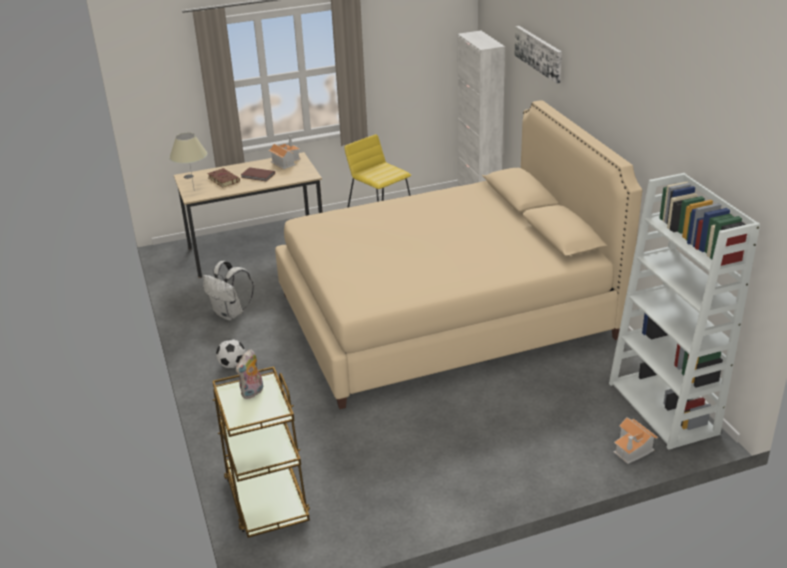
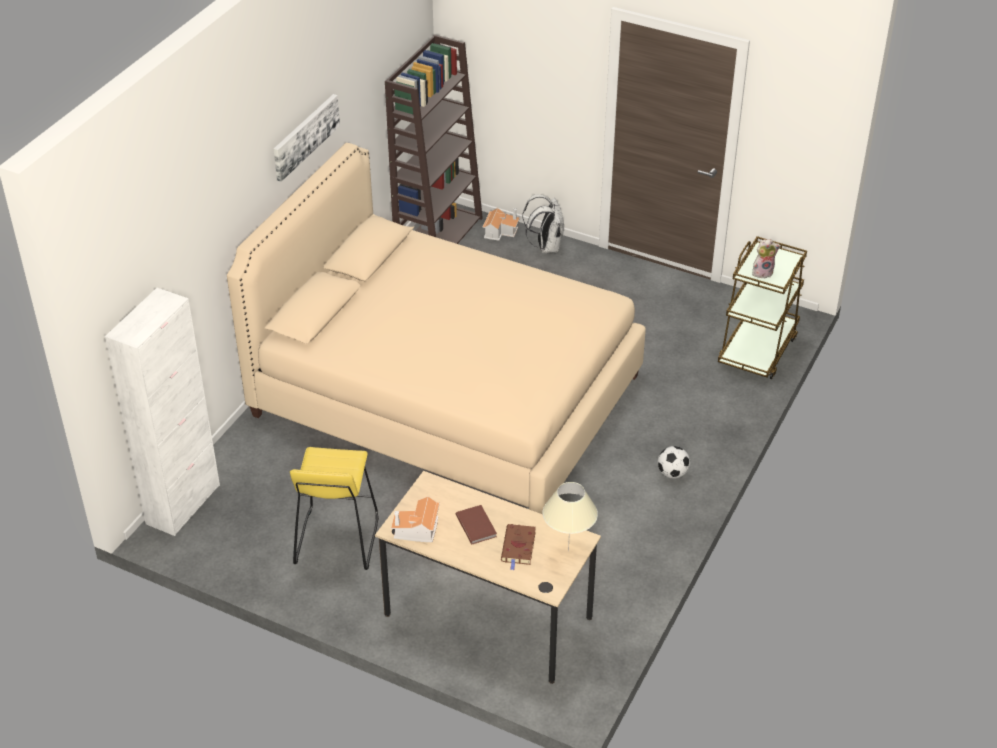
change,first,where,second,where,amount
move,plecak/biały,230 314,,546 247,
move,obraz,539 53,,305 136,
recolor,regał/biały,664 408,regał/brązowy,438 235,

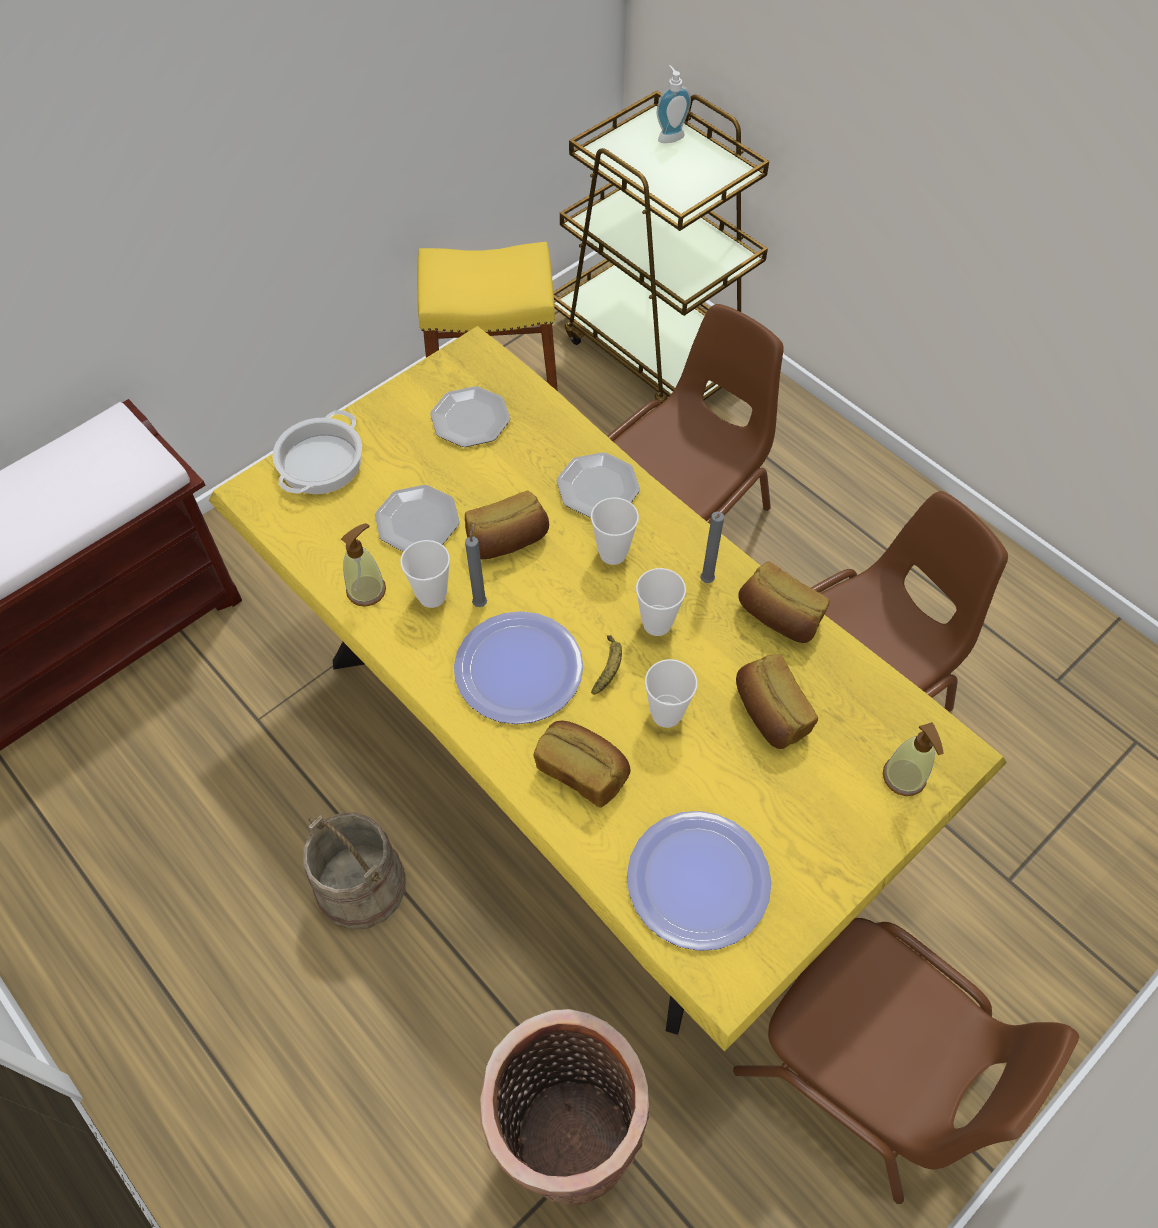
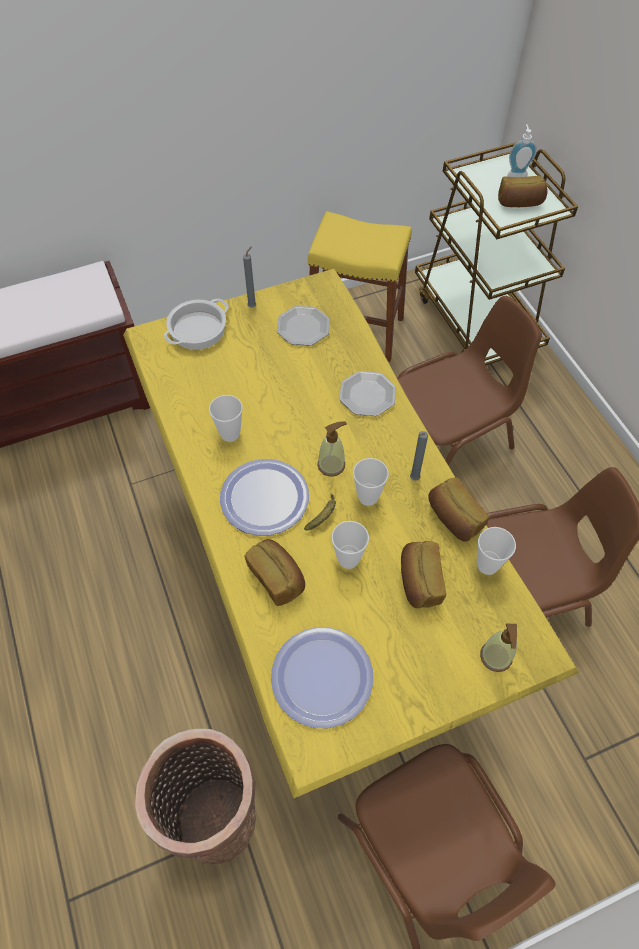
change,first,where,second,where,amount
delete,wiadro/beżowy,360 886,,,
delete,talerz,417 522,,,
move,dozownik mydła,366 590,,331 465,
move,chleb,508 541,,519 203,
move,świeca/szary,481 602,,253 306,
move,filiżanka,613 553,,487 565,

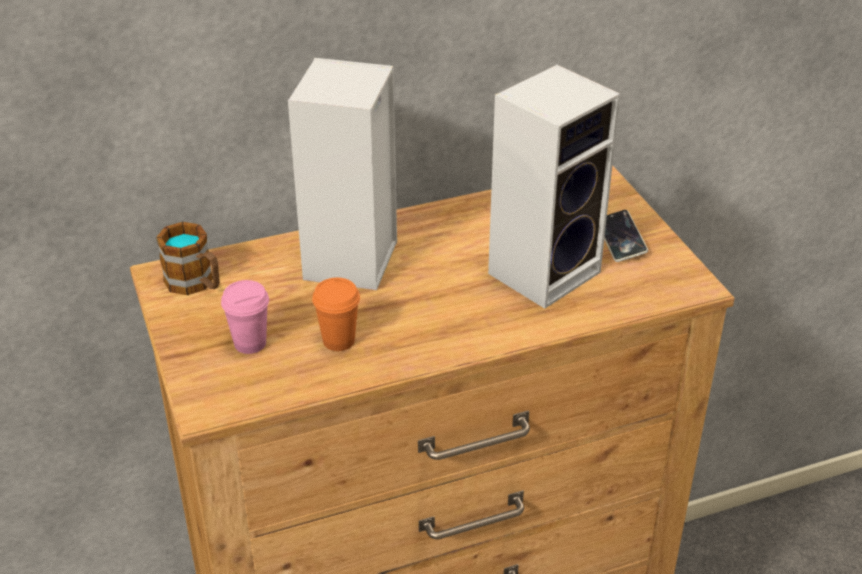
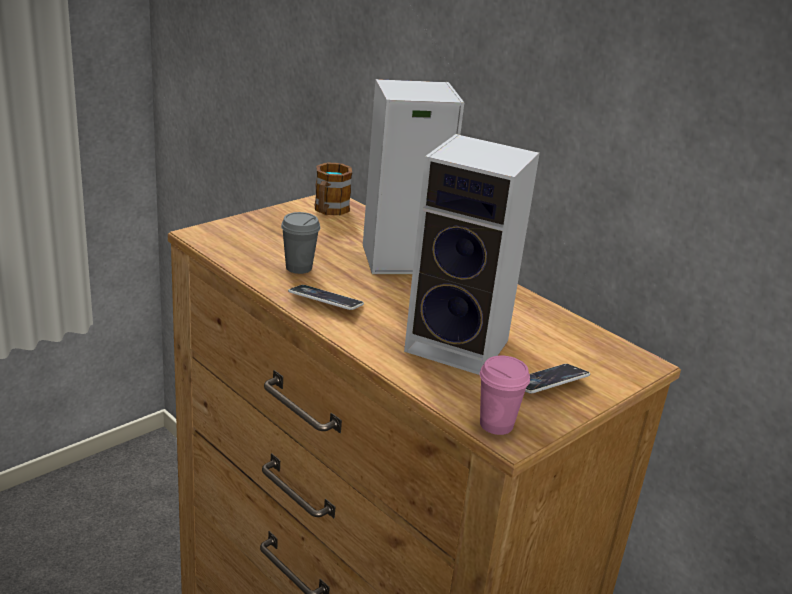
change,first,where,second,where,amount
insert,,,telefon,325 302,
move,filiżanka/różowy,250 343,,496 425,
recolor,filiżanka/pomarańczowy,338 341,filiżanka/szary,299 267,

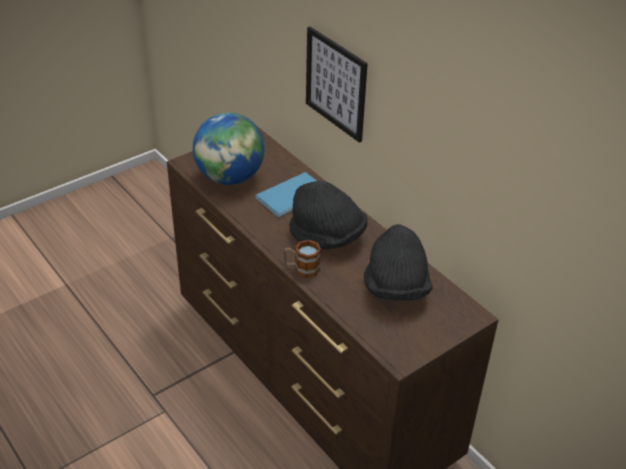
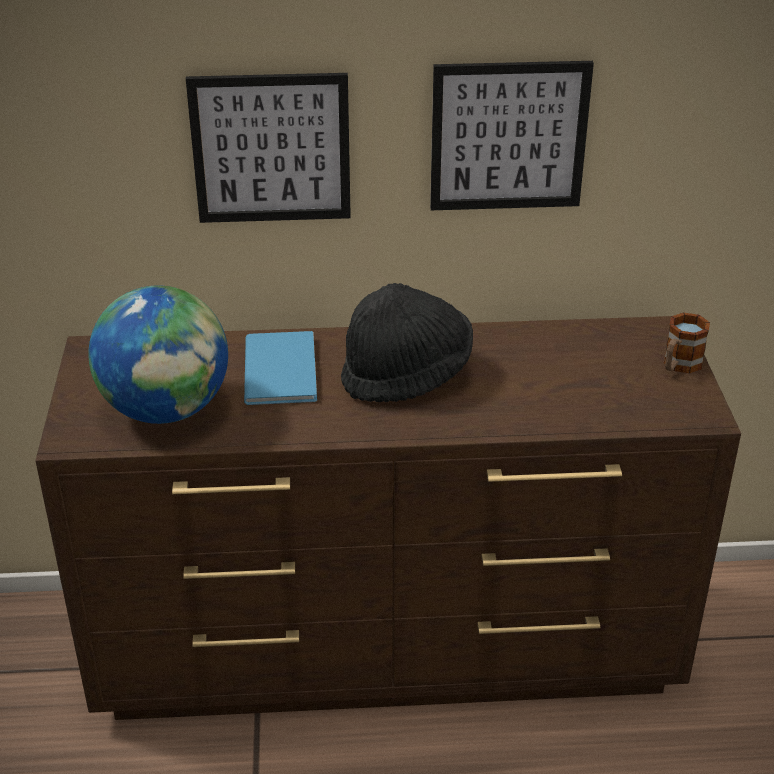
change,first,where,second,where,amount
delete,kapelusz/czarny,396 288,,,
insert,,,obraz,508 136,
move,kubek,301 268,,678 365,

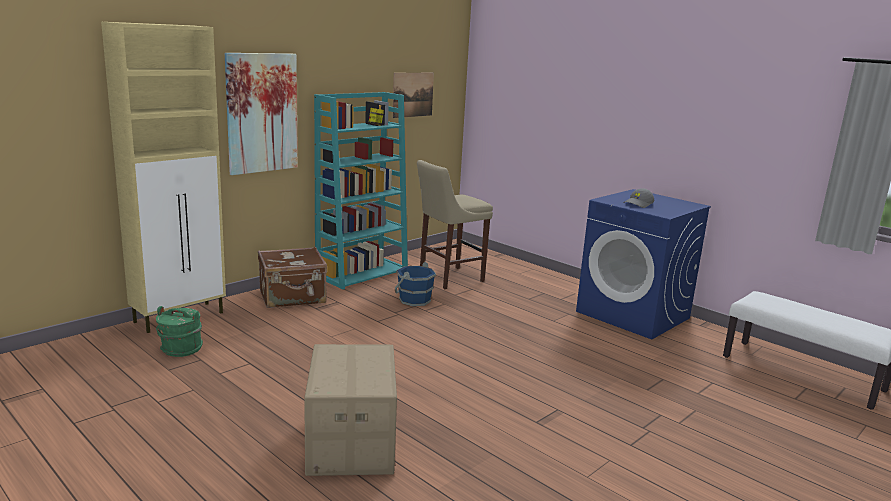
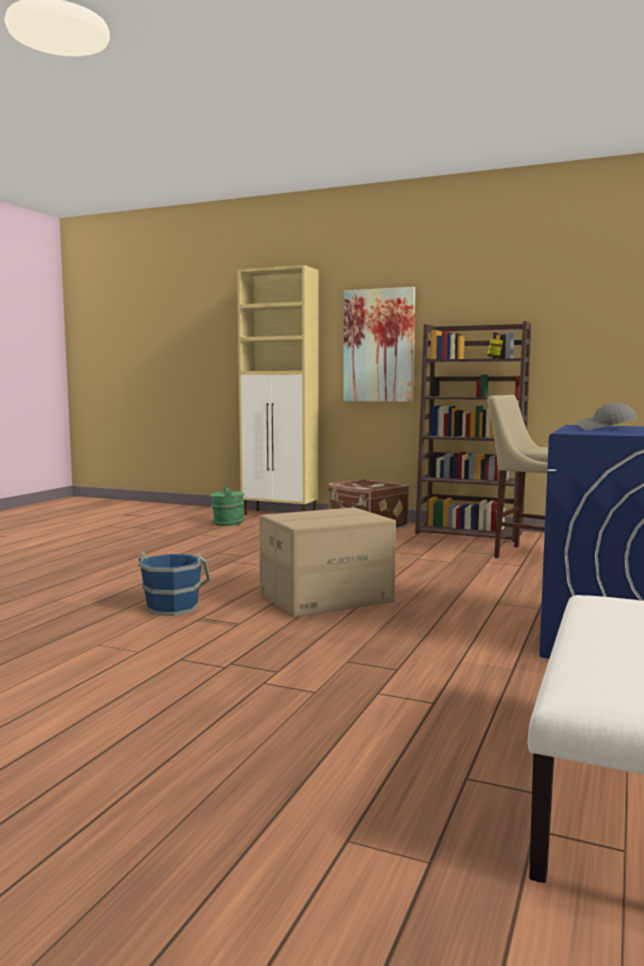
change,first,where,second,where,amount
delete,obraz,413 94,,,
move,karton,350 442,,326 598,
move,wiadro/niebieski,414 300,,172 607,
recolor,regał/turkusowy,362 273,regał/brązowy,470 532,

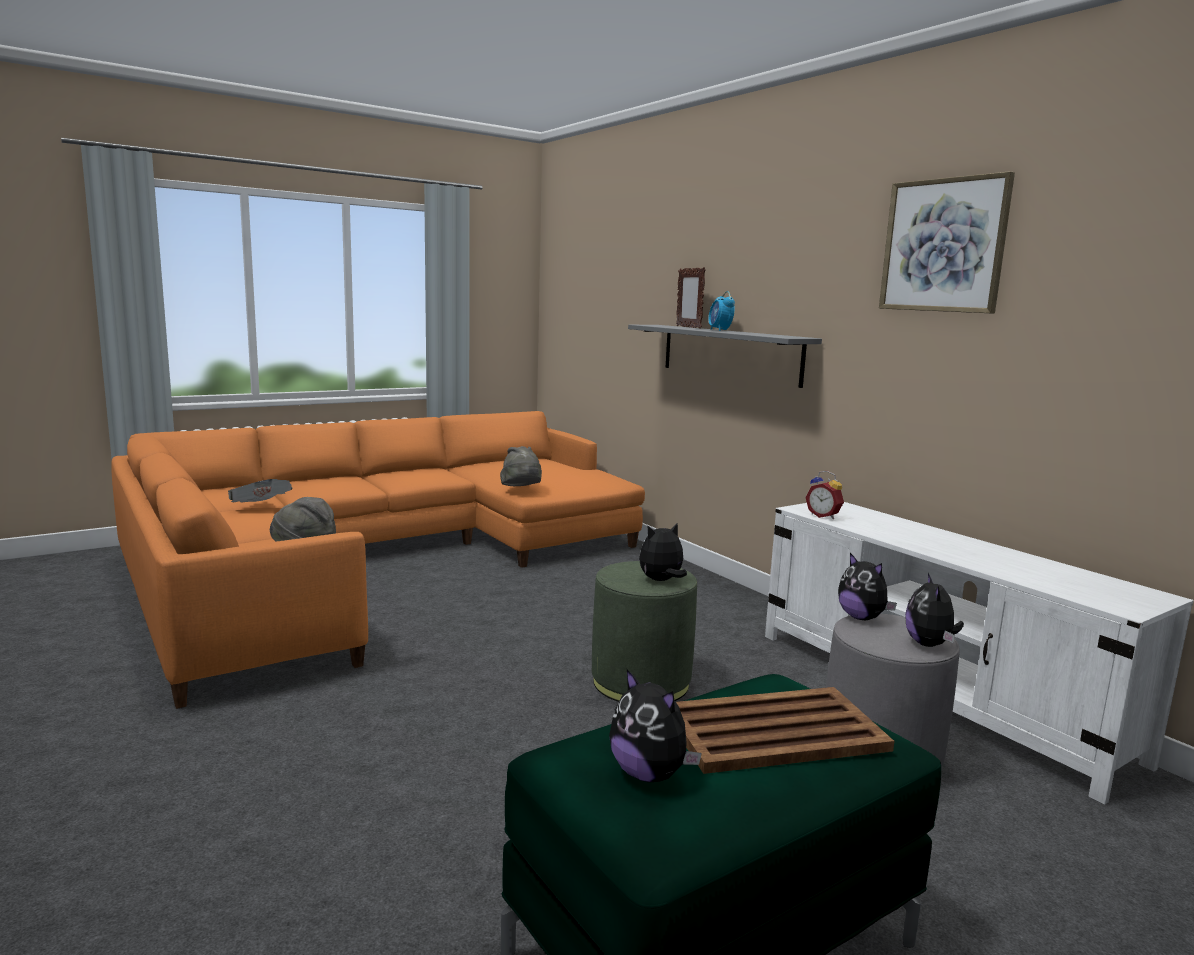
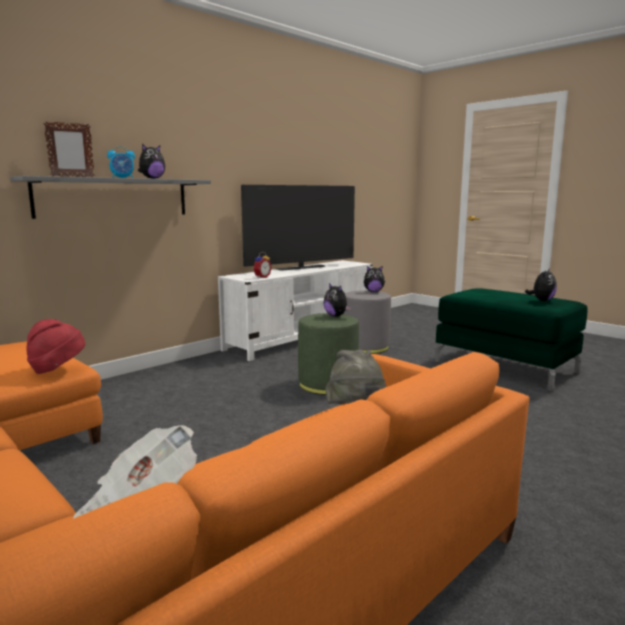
change,first,where,second,where,amount
delete,taca/brązowy,772 731,,,
delete,obraz,943 245,,,
insert,,,telewizor,301 268,
move,pluszak,862 617,,152 178,
recolor,kapelusz/szary,521 490,kapelusz/czerwony,57 369,

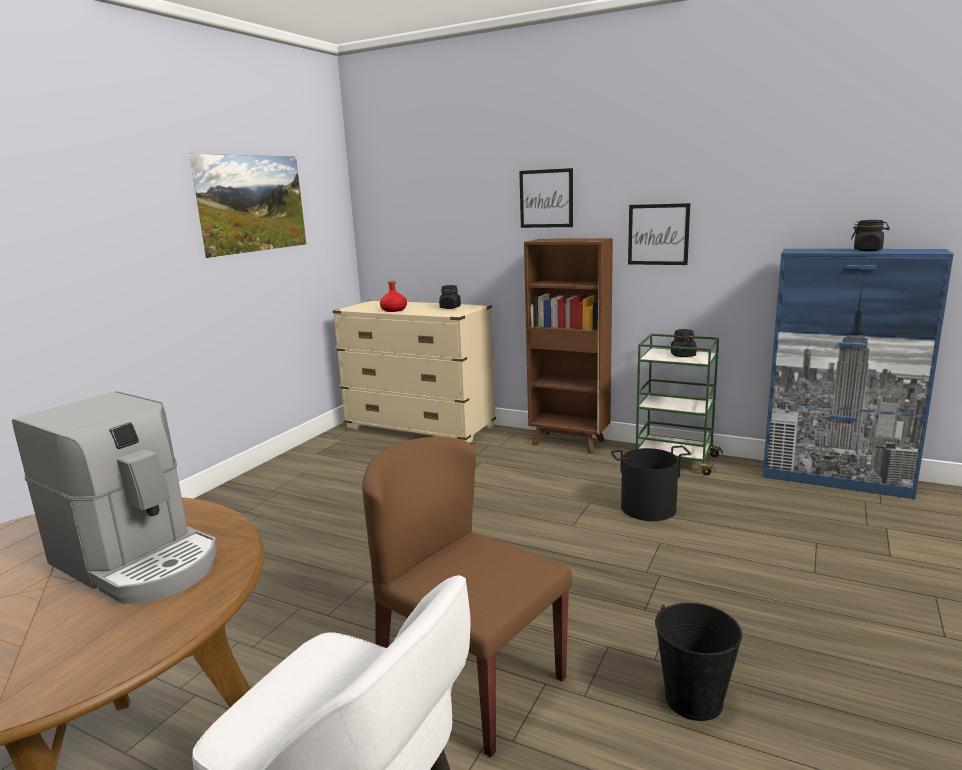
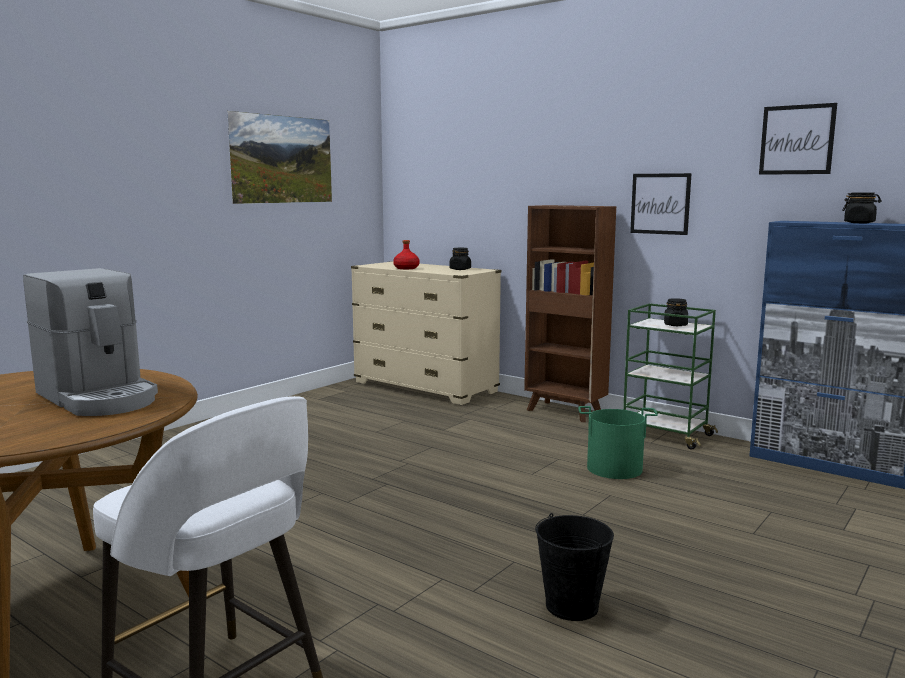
change,first,where,second,where,amount
delete,krzesło/brązowy,469 681,,,
move,obraz,546 198,,797 140,
recolor,wiadro/czarny,648 508,wiadro/zielony,614 469,

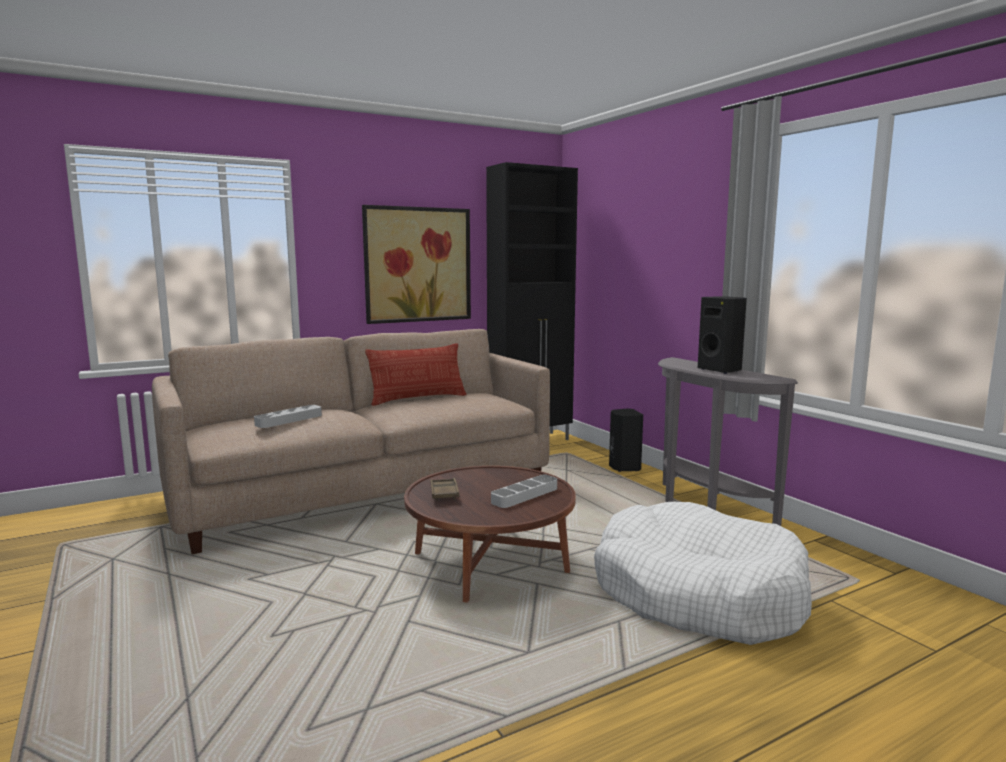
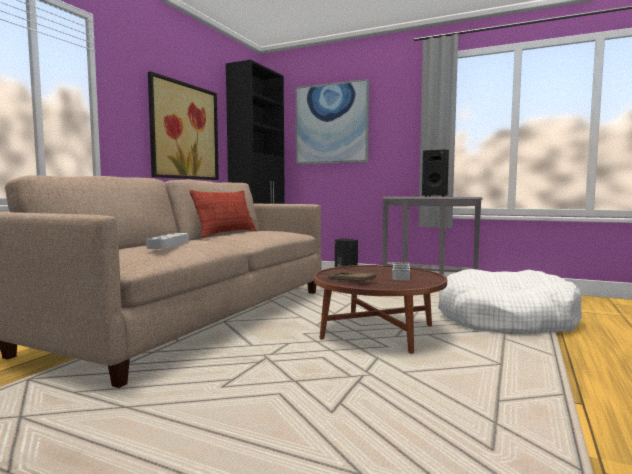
change,first,where,second,where,amount
insert,,,obraz,331 124,

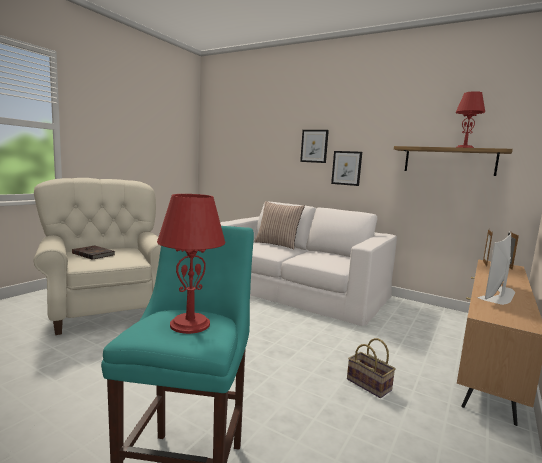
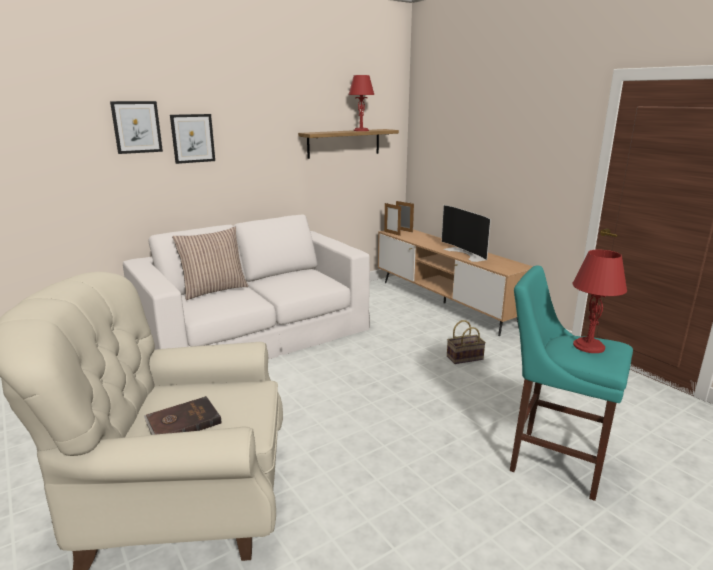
change,first,where,second,where,amount
move,obraz,346 168,,137 127,

